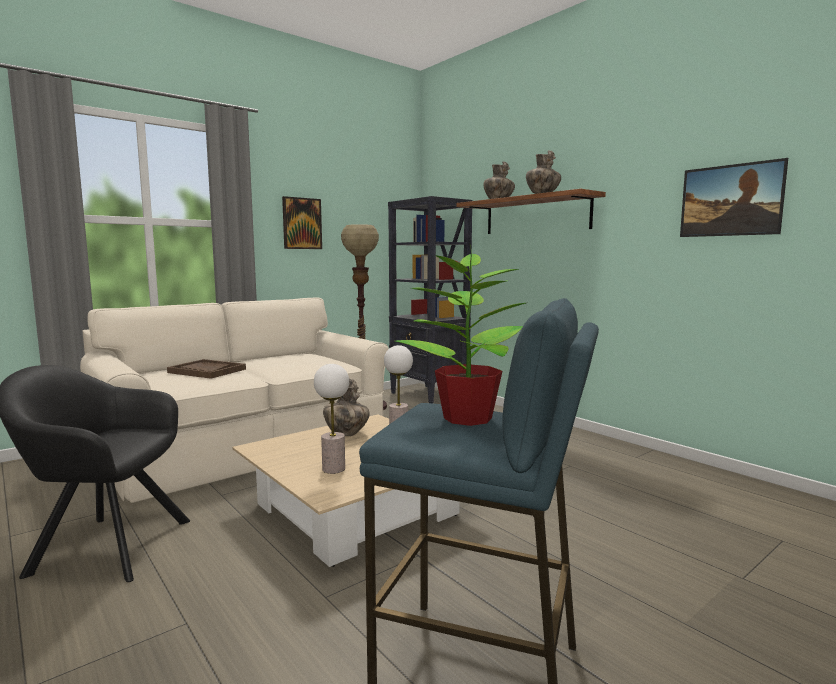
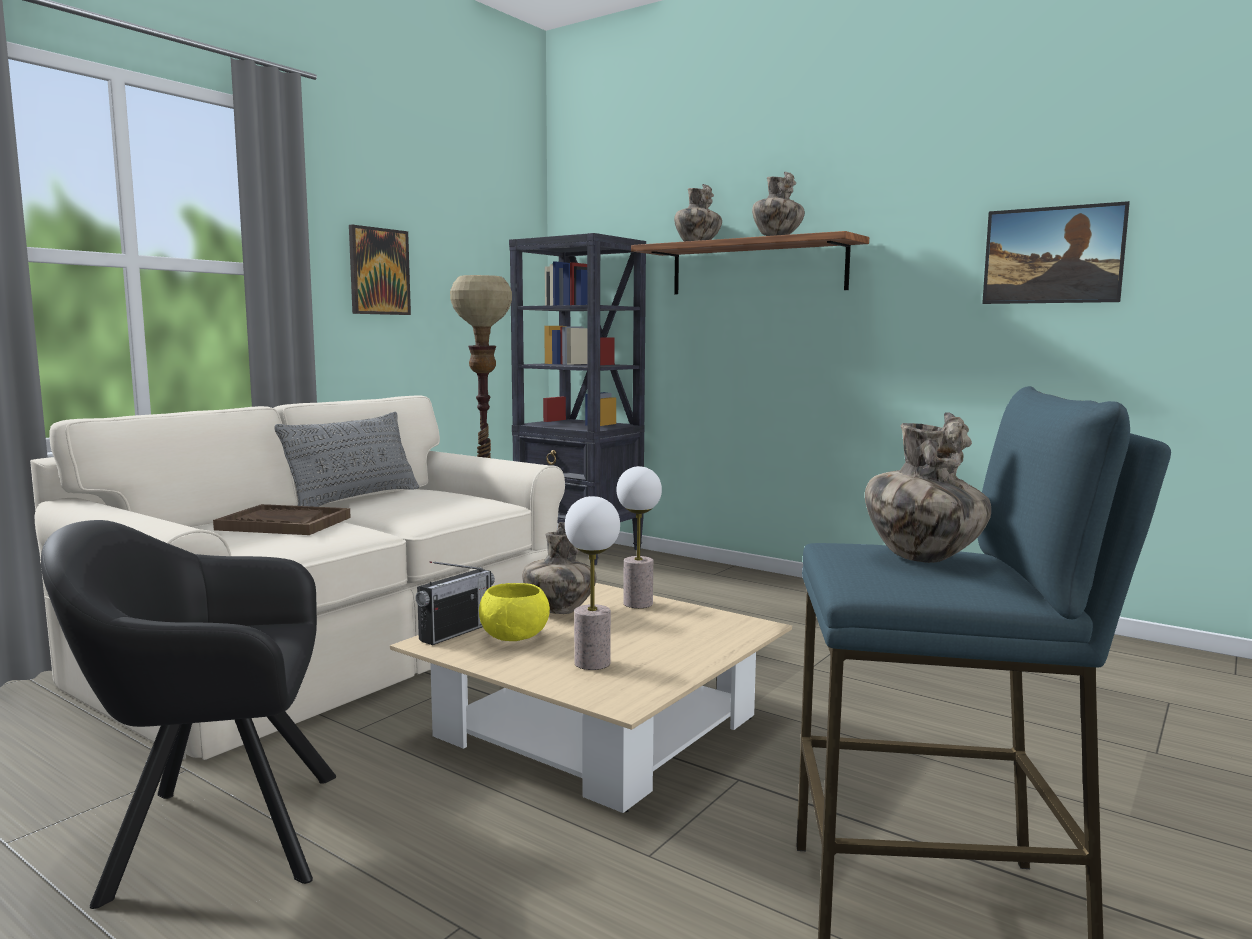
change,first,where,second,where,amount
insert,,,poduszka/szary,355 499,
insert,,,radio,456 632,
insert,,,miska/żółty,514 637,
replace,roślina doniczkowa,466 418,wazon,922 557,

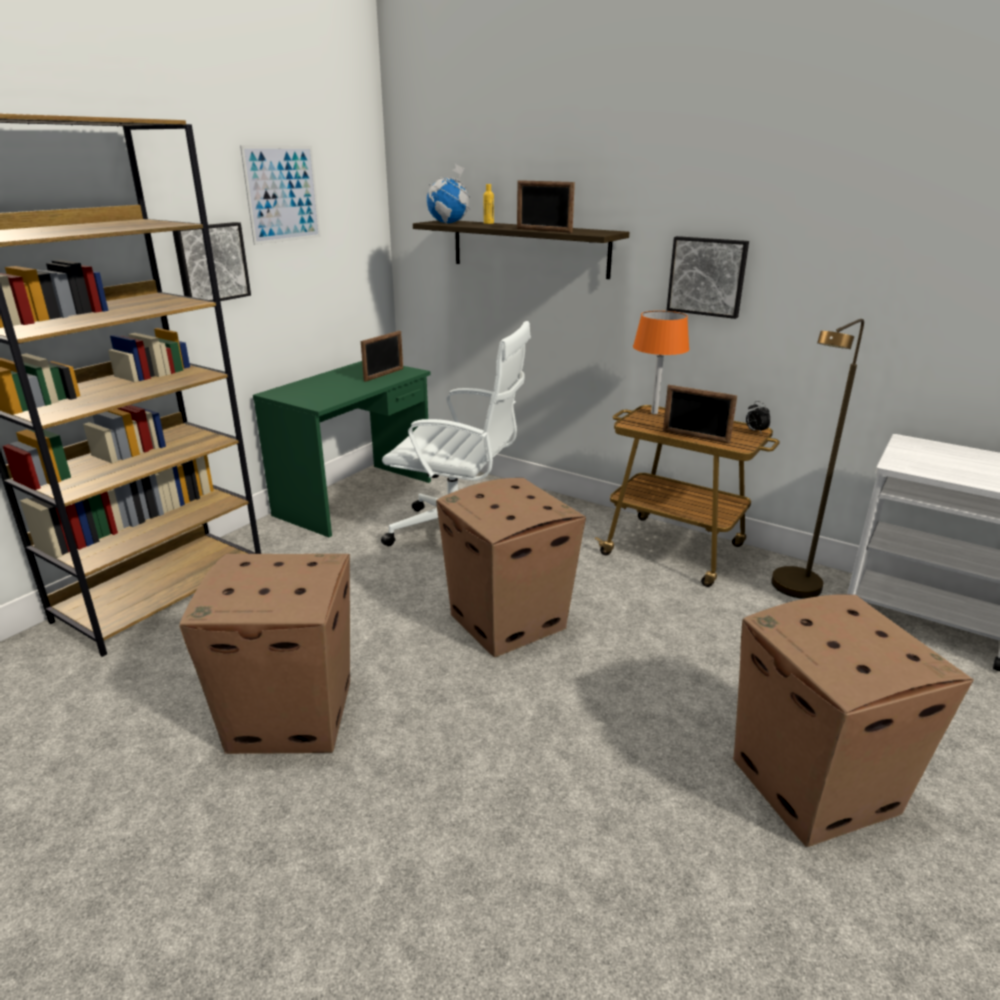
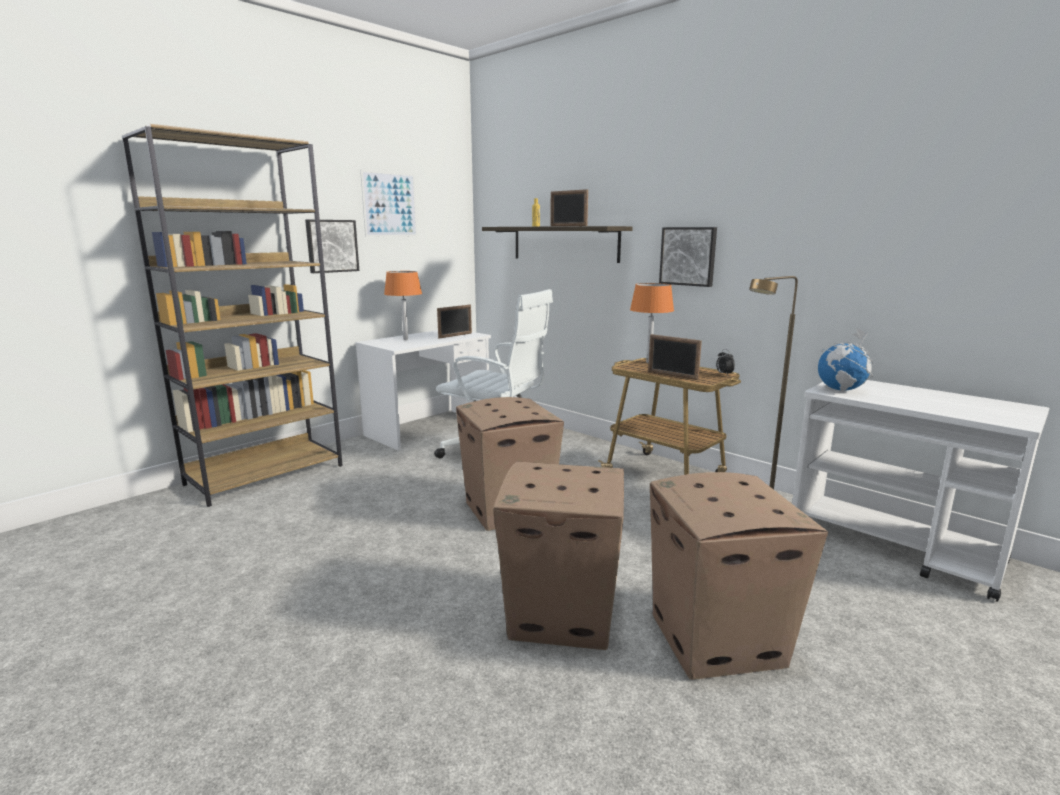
change,first,where,second,where,amount
insert,,,lampa stołowa/pomarańczowy,406 339,
move,karton,293 715,,563 614,
move,globus,449 223,,841 390,
recolor,biurko/zielony,356 498,biurko/biały,429 429,

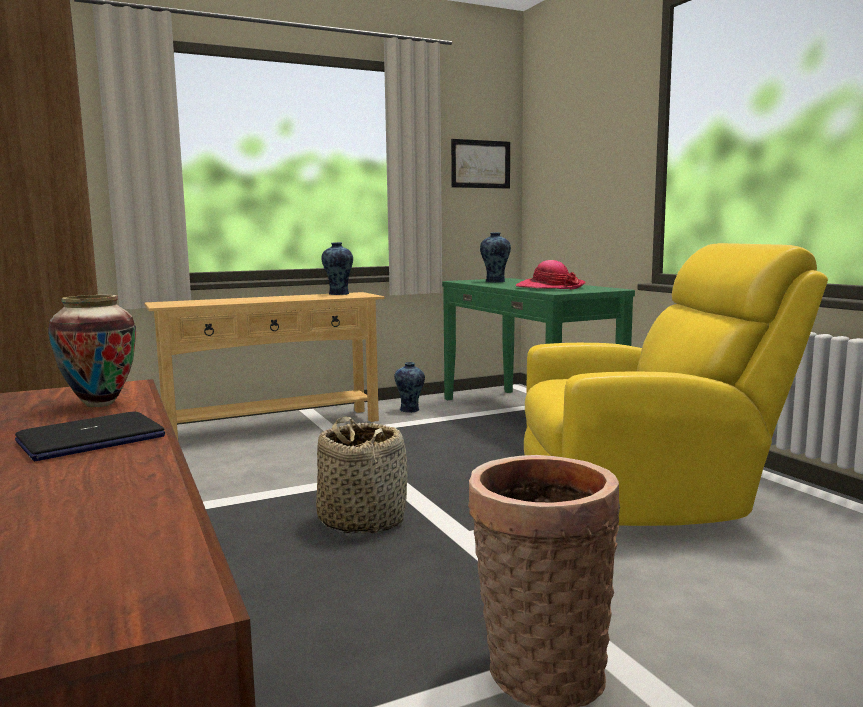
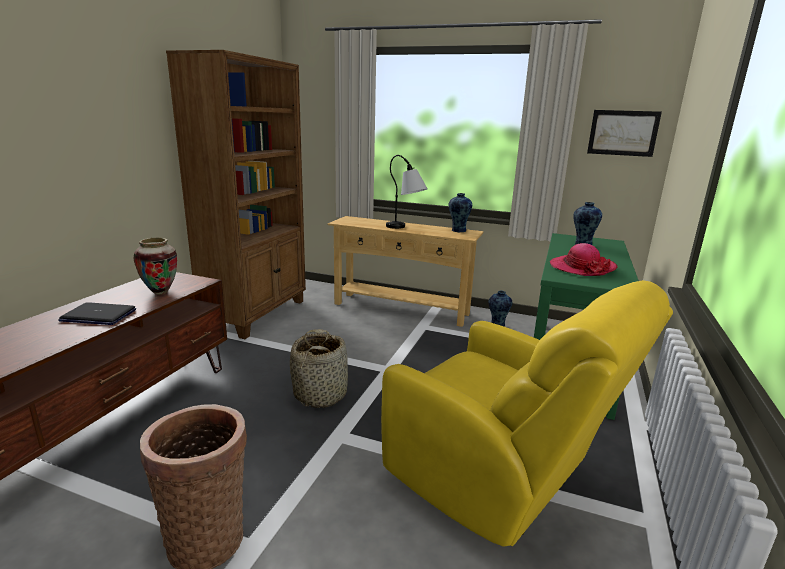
change,first,where,second,where,amount
insert,,,lampa stołowa,405 228,

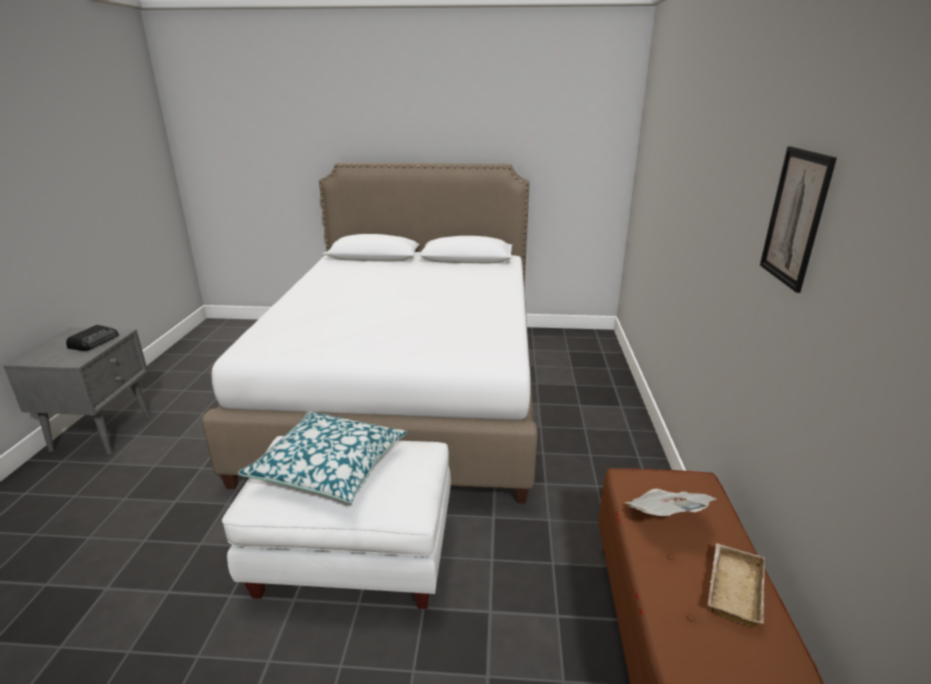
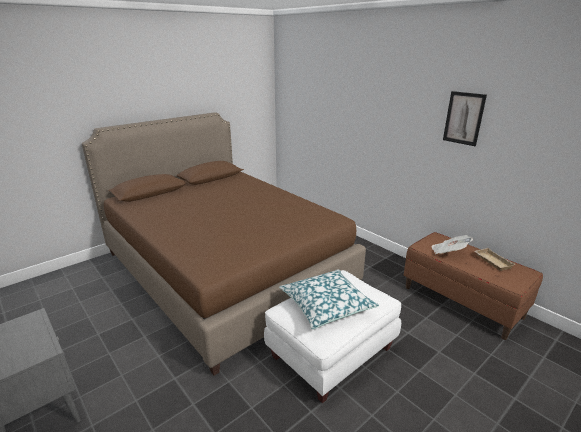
change,first,where,second,where,amount
delete,radio,94 341,,,
recolor,łóżko/biały,407 389,łóżko/brązowy,225 270,

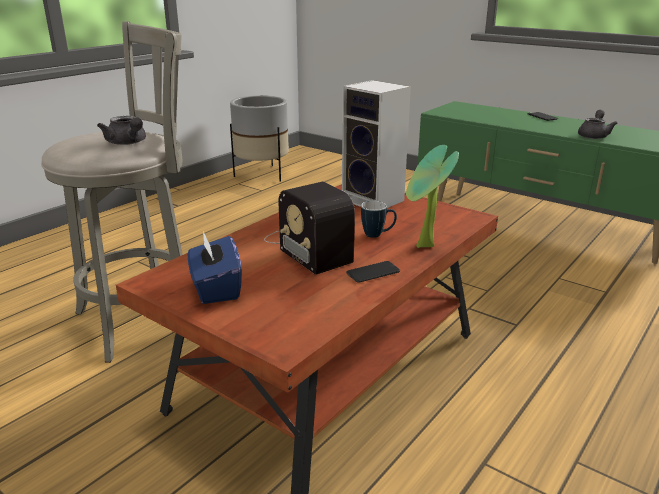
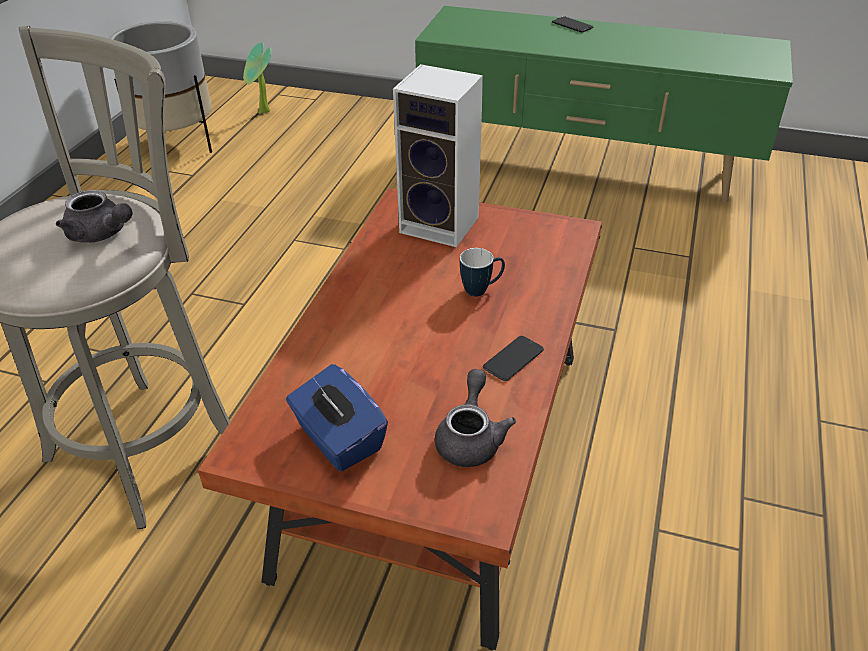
change,first,where,second,where,amount
delete,radio,307 246,,,
move,roślina doniczkowa,424 247,,263 113,
move,imbryk/szary,594 135,,470 438,

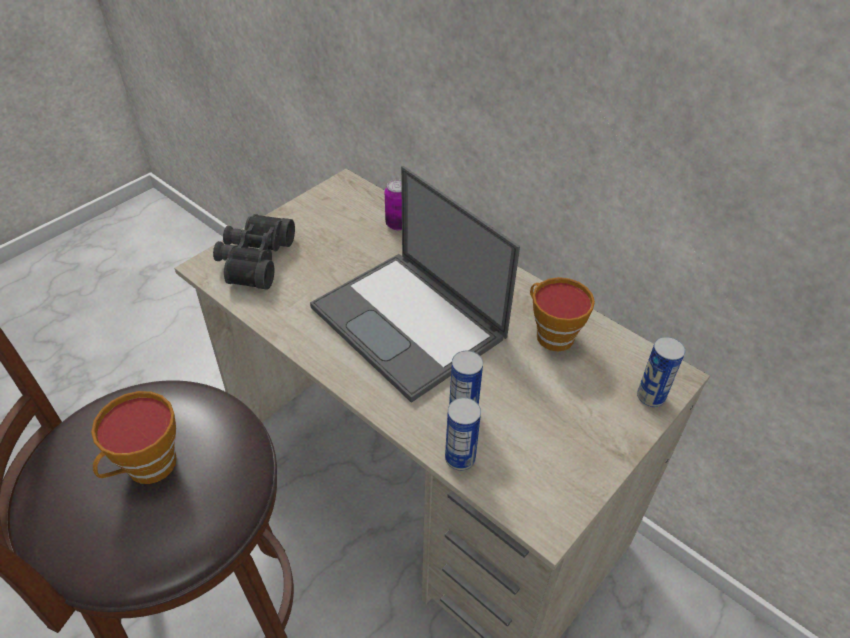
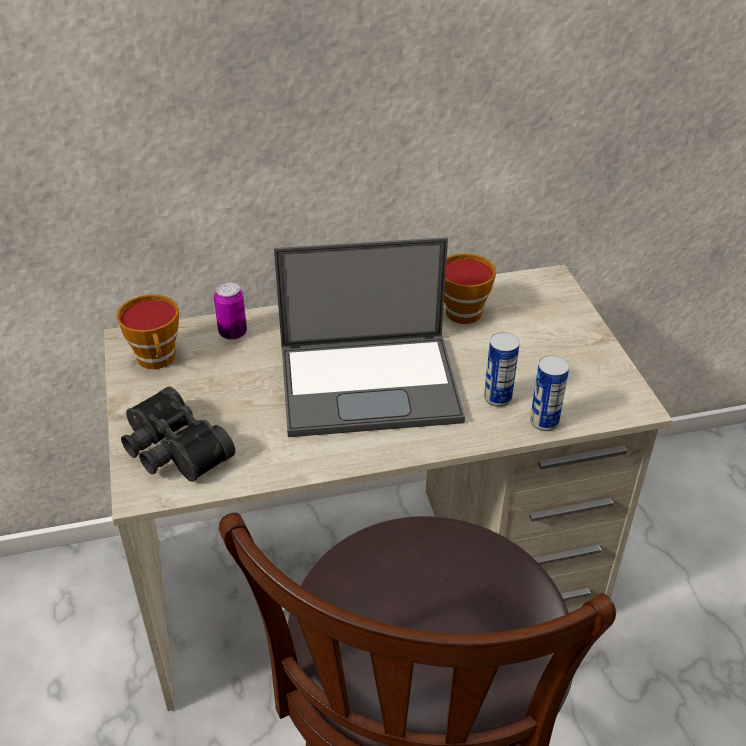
change,first,where,second,where,amount
delete,puszka,650 397,,,
move,filiżanka,147 468,,158 360,

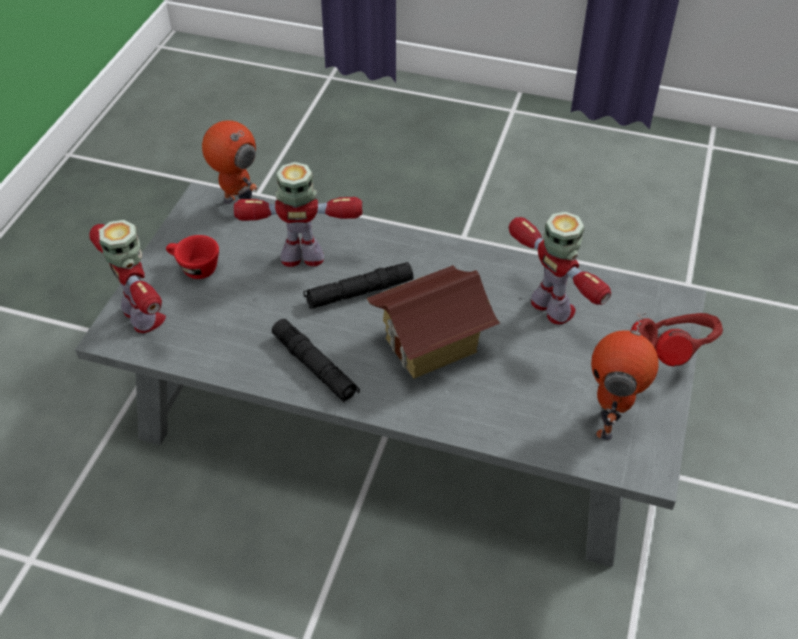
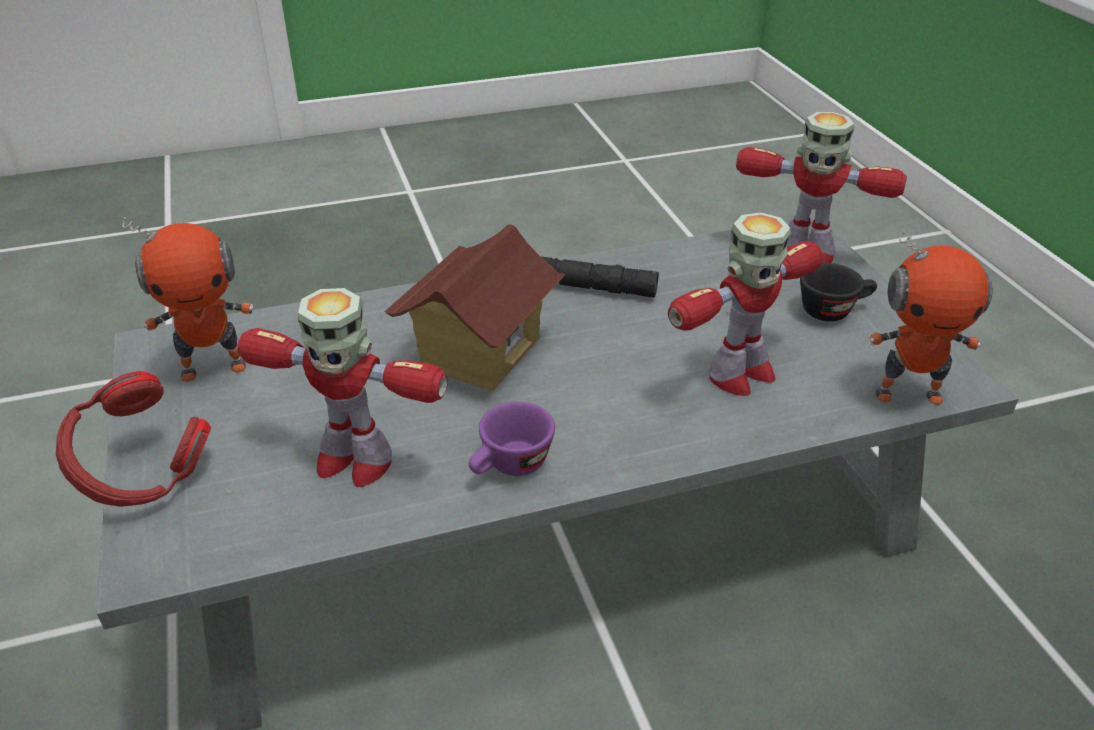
change,first,where,second,where,amount
delete,latarka/czarny,359 292,,,
insert,,,filiżanka/fioletowy,510 467,
recolor,filiżanka/czerwony,194 268,filiżanka/czarny,833 310,
rotate,robot zabawkowy,610 421,,214 368,90 degrees clockwise

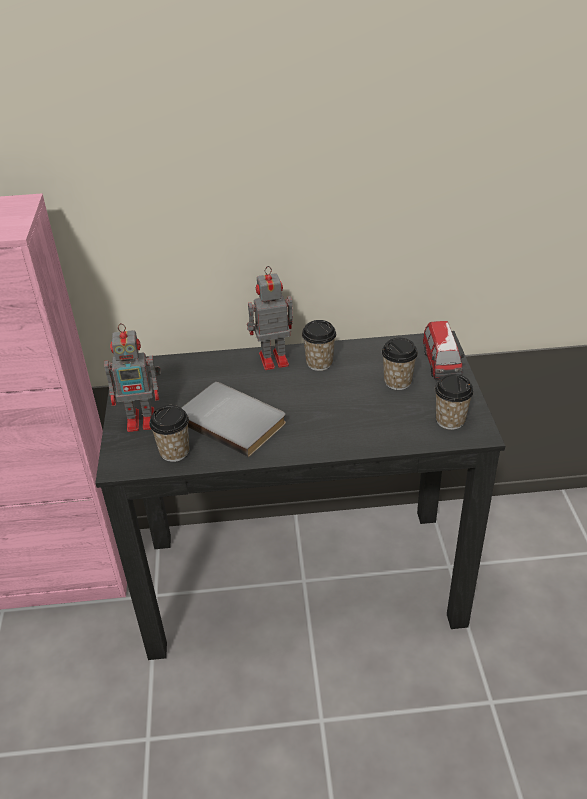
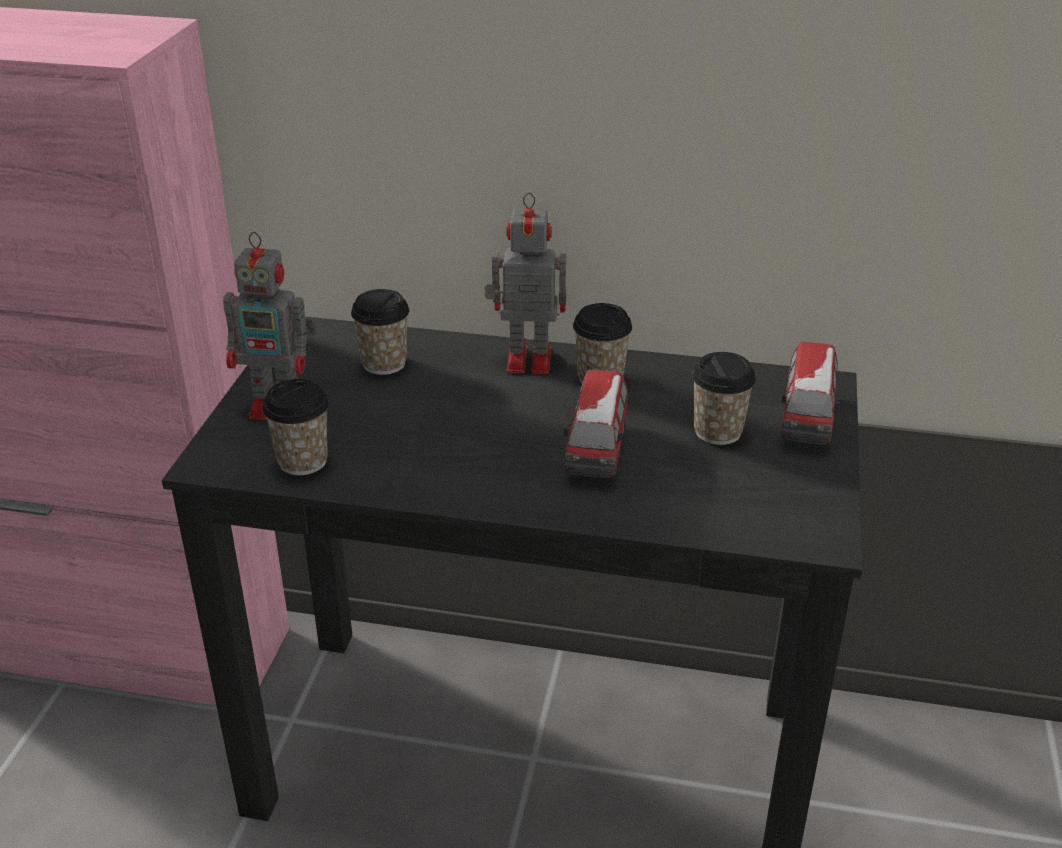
change,first,where,second,where,amount
delete,książka/szary,233 420,,,
insert,,,samochodzik,597 452,
move,filiżanka,450 420,,384 363,

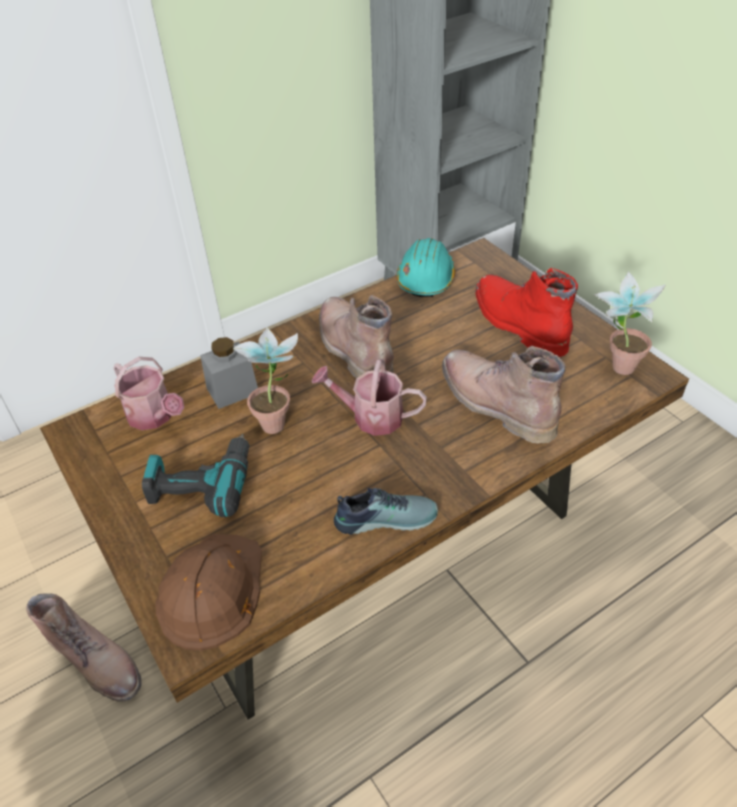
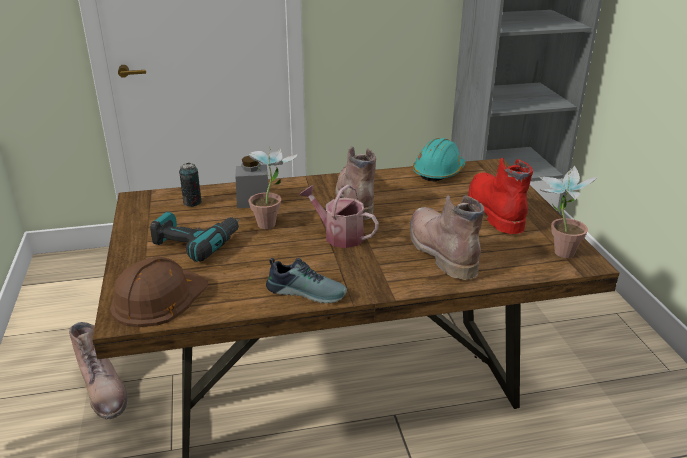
change,first,where,second,where,amount
replace,konewka,154 416,puszka,192 203,

